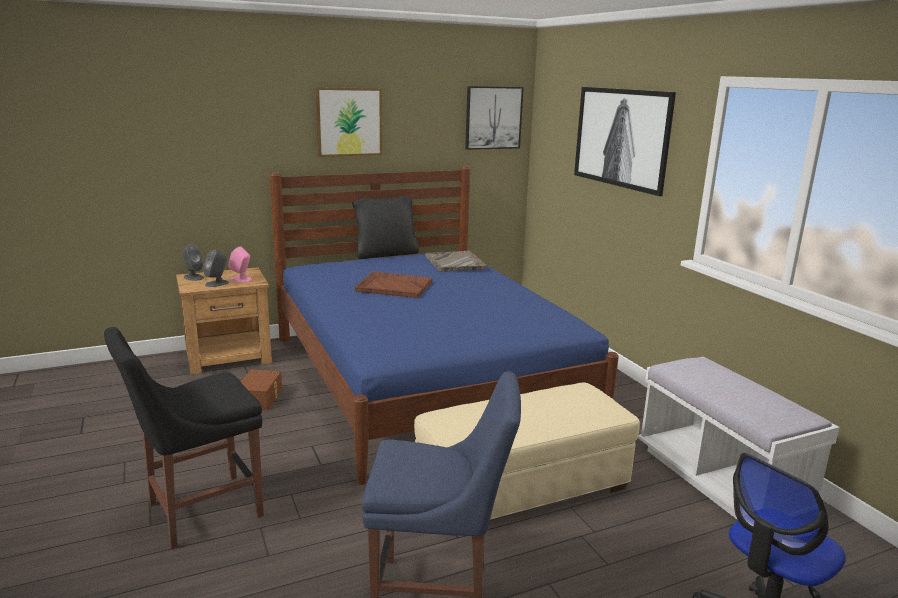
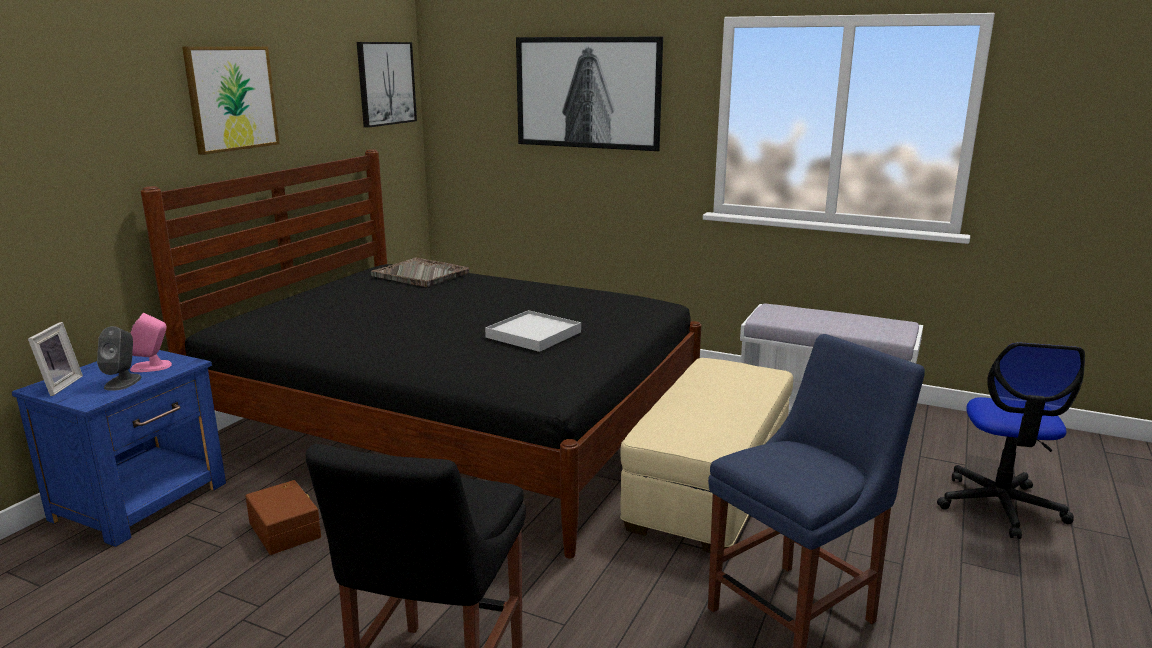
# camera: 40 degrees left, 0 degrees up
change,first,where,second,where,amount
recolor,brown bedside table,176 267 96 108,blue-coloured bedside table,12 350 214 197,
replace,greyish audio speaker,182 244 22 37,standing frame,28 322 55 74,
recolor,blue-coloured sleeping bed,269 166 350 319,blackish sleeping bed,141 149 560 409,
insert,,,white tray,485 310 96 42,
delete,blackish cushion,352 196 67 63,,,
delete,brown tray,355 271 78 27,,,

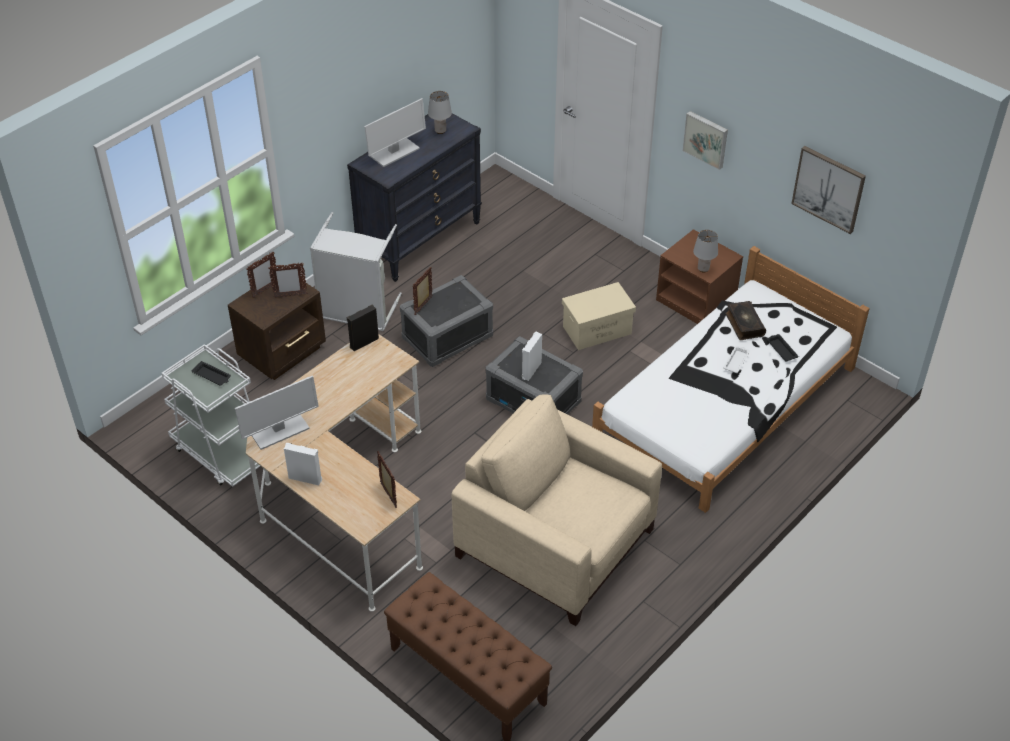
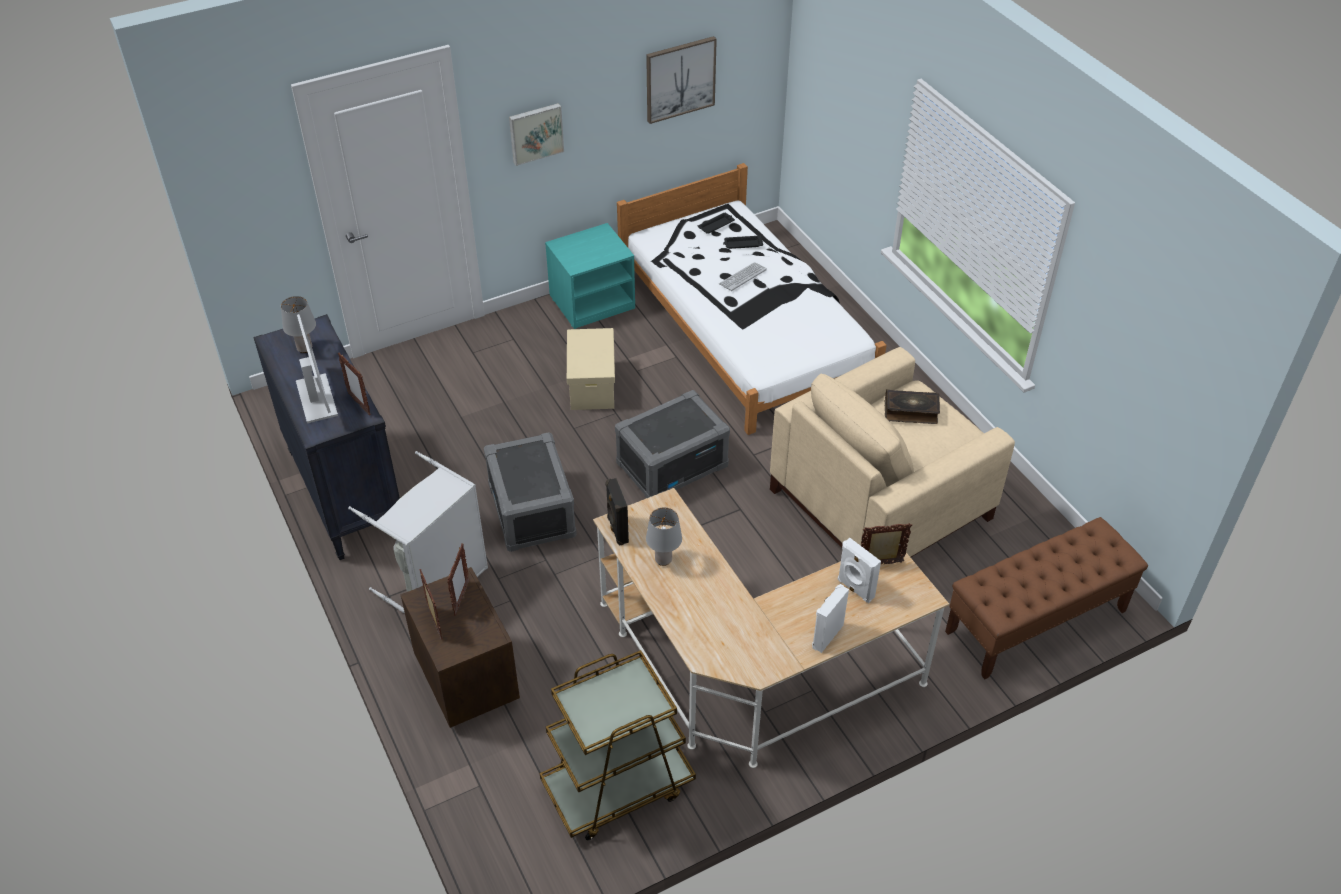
# camera: 70 degrees left, 0 degrees up
change,first,where,second,where,amount
move,standing frame,412 267 21 48,,338 352 33 63,
recolor,white cart,162 344 98 143,brown cart,540 650 156 190,
recolor,brown bedside table,656 229 87 95,turquoise bedside table,545 223 90 106,
move,greyish lamp for a table,693 230 25 42,,646 507 36 59,
move,blackish tray,191 361 40 25,,698 213 37 21,
replace,white tray,723 346 27 27,PC keyboard,719 262 48 29,
move,white audio speaker,522 331 20 50,,838 538 43 65,
move,volume,725 301 41 39,,885 389 55 35,
delete,computer screen,235 375 84 75,,,

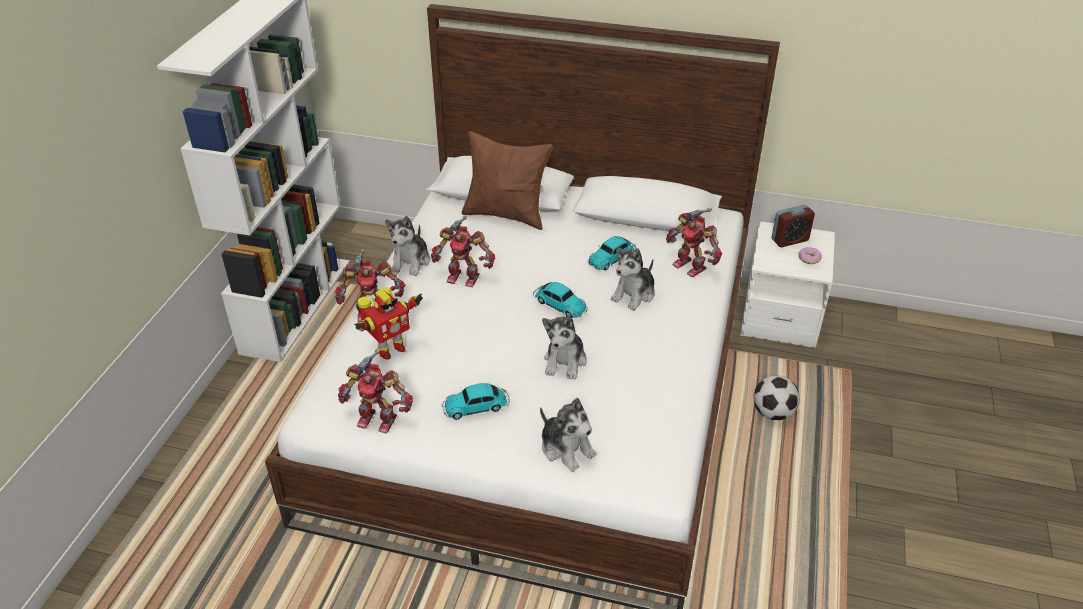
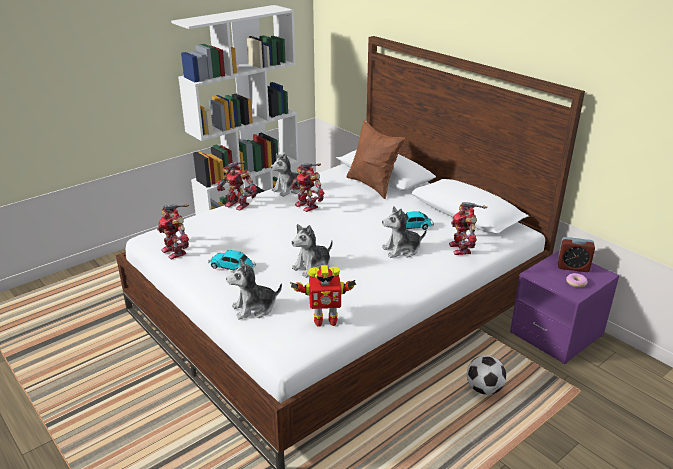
# camera: 35 degrees right, 10 degrees down
change,first,where,second,where,amount
rotate,plush toy,540 398 57 74,,226 260 56 60,75 degrees clockwise
move,robot figure,354 287 69 73,,290 265 66 62,
recolor,white bedside table,740 221 95 127,purplish bedside table,510 250 110 114,
delete,miniature car,533 282 55 36,,,

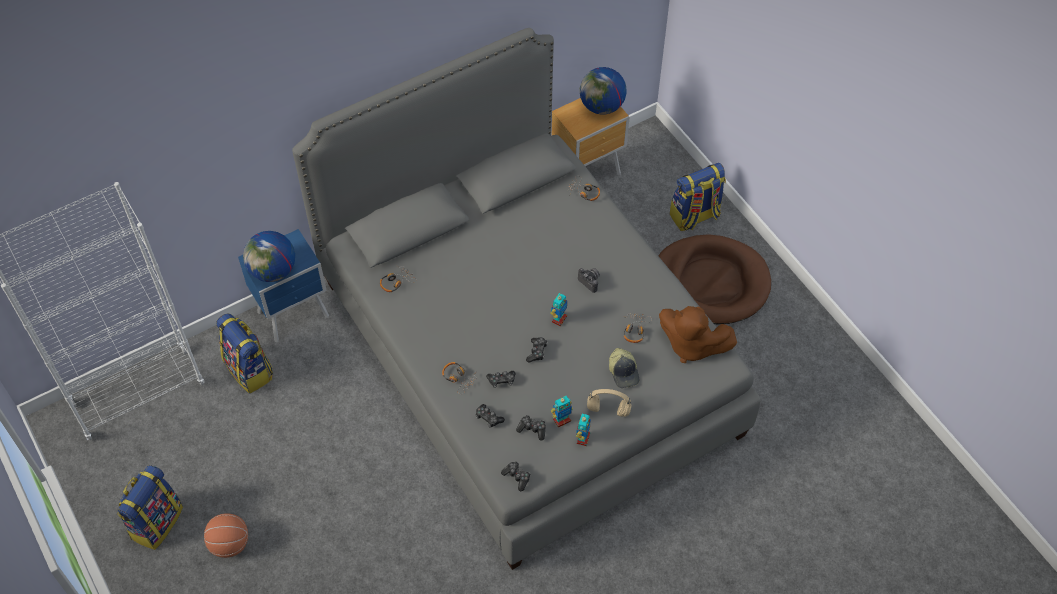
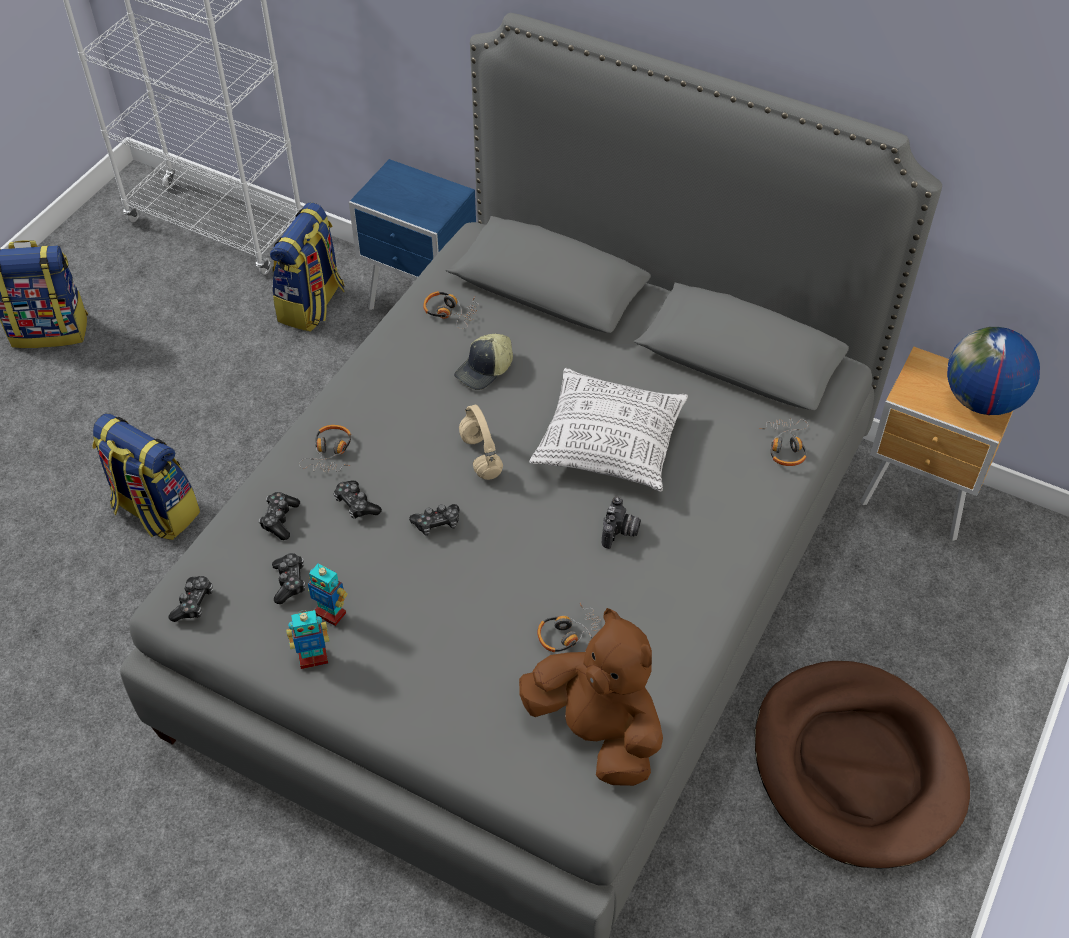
# camera: 60 degrees right, 5 degrees down
change,first,where,second,where,amount
move,rucksack,670 163 56 68,,92 413 108 127,
move,cap,609 348 30 40,,454 334 59 56,
move,beige-coloured headphones,587 389 44 28,,459 404 44 76,
rotate,brown plush toy,659 306 78 57,,519 608 144 178,135 degrees clockwise
insert,,,cushion,529 368 159 124,
delete,basketball ball,204 513 44 45,,,
delete,globe,243 231 52 51,,,
delete,robot figure,550 293 17 33,,,

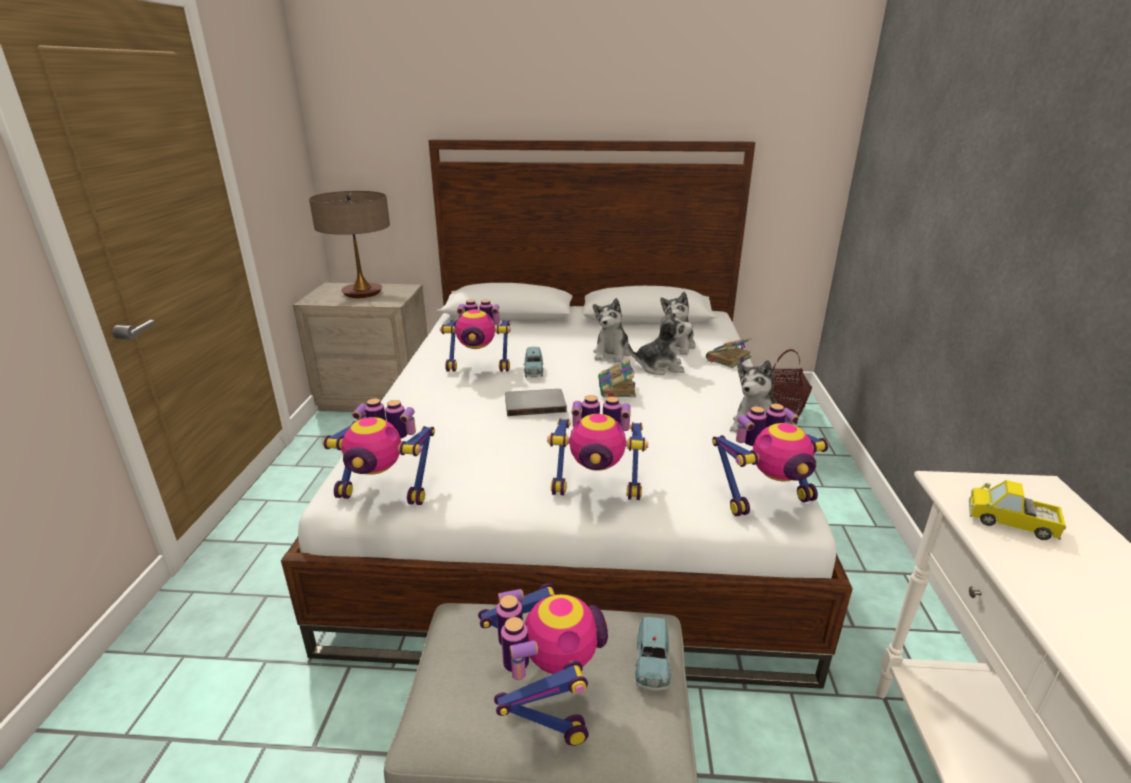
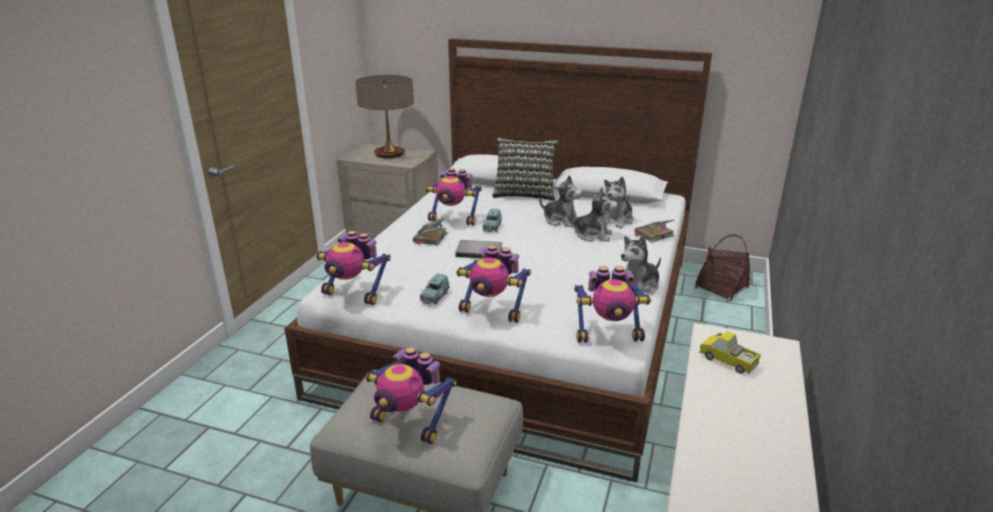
# camera: 15 degrees right, 0 degrees up
change,first,where,second,where,amount
rotate,robot figure,478 583 130 163,,366 347 91 97,120 degrees clockwise
move,volume,598 359 38 39,,413 218 34 28,
move,blue-coloured miniature car,635 617 37 75,,420 273 30 32,
insert,,,cushion,492 138 67 63,
rotate,plush toy,593 298 38 65,,539 175 44 53,90 degrees counterclockwise

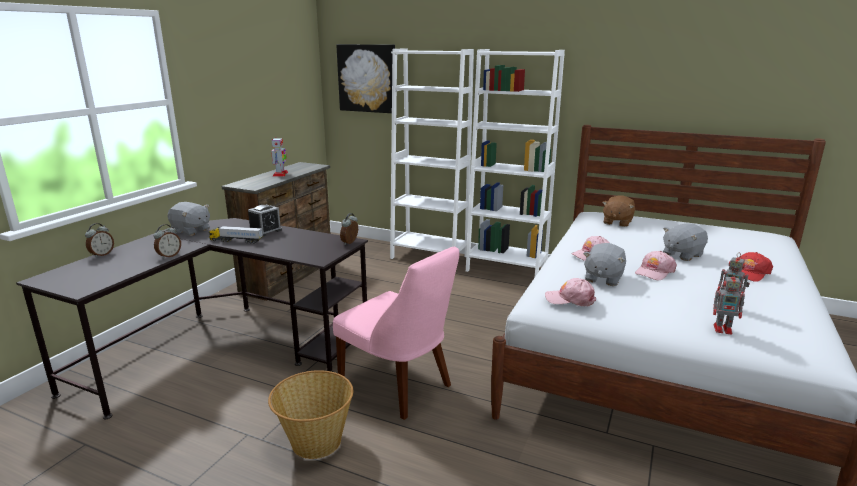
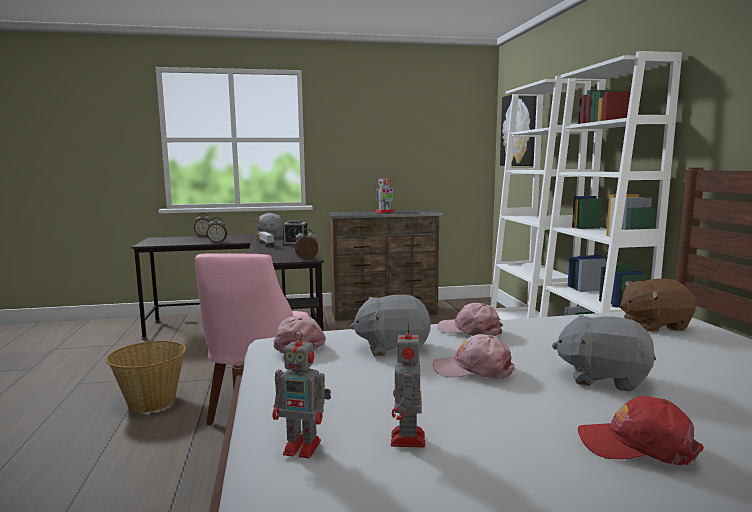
# camera: 55 degrees right, 10 degrees down
change,first,where,second,where,amount
rotate,robot figure,713 272 32 63,,272 330 59 128,60 degrees counterclockwise

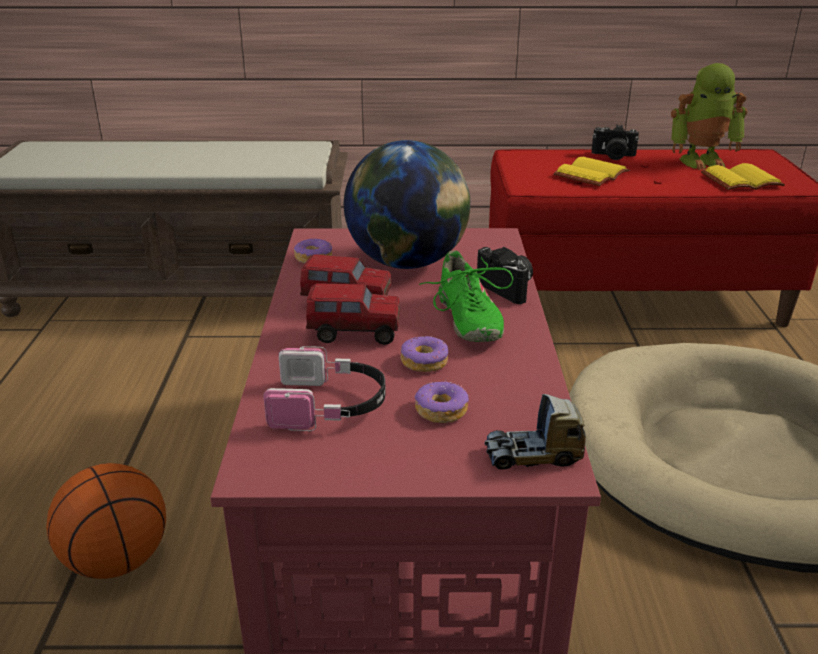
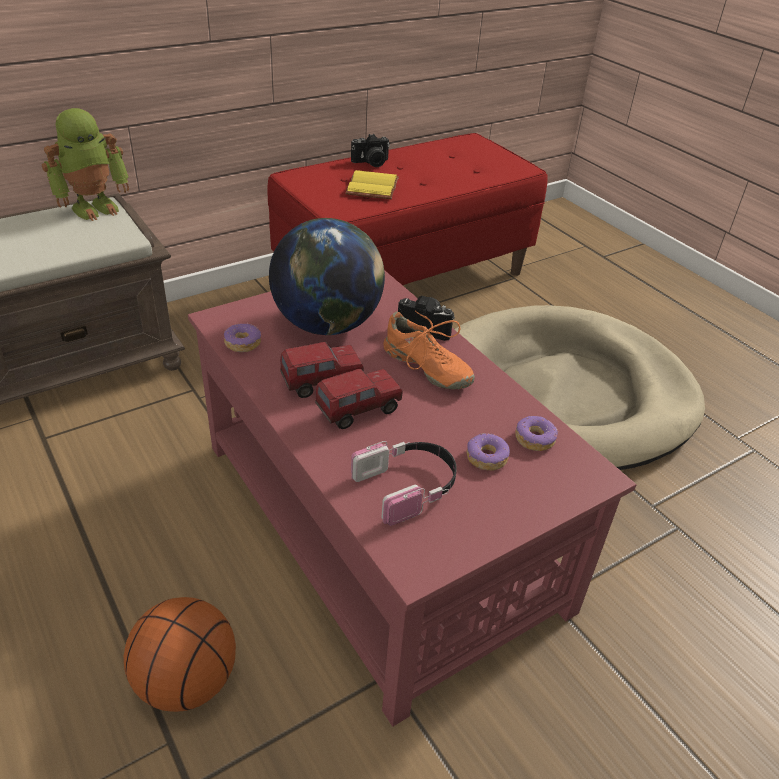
# camera: 35 degrees left, 10 degrees up
change,first,where,second,where,amount
move,robot figure,671 63 76 107,,42 108 87 113,
recolor,green low shoe,419 250 94 92,orange-coloured low shoe,384 311 91 79,
move,ring doughnut,401 336 47 36,,515 416 43 35,
delete,toy truck,484 394 102 76,,,
delete,yellow volume,701 163 84 27,,,

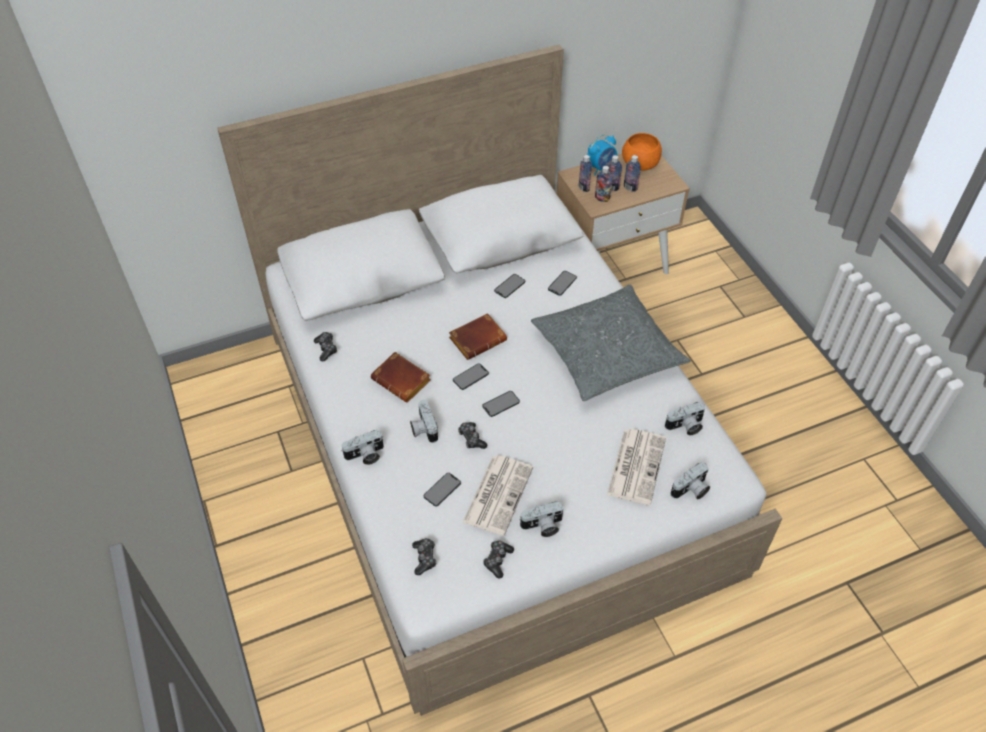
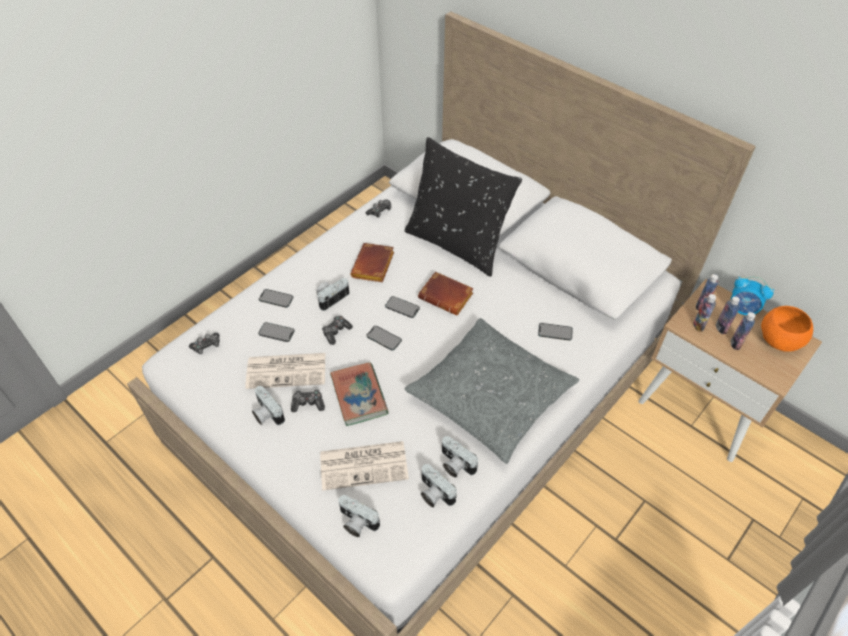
# camera: 65 degrees right, 0 degrees up
change,first,where,second,where,amount
move,telephone,494 274 31 24,,259 289 35 19,
move,joypad,483 540 31 38,,291 389 34 23,
insert,,,volume,330 362 59 64,
insert,,,blackish cushion,405 137 117 140,
move,still camera,341 430 43 35,,442 436 36 42,

